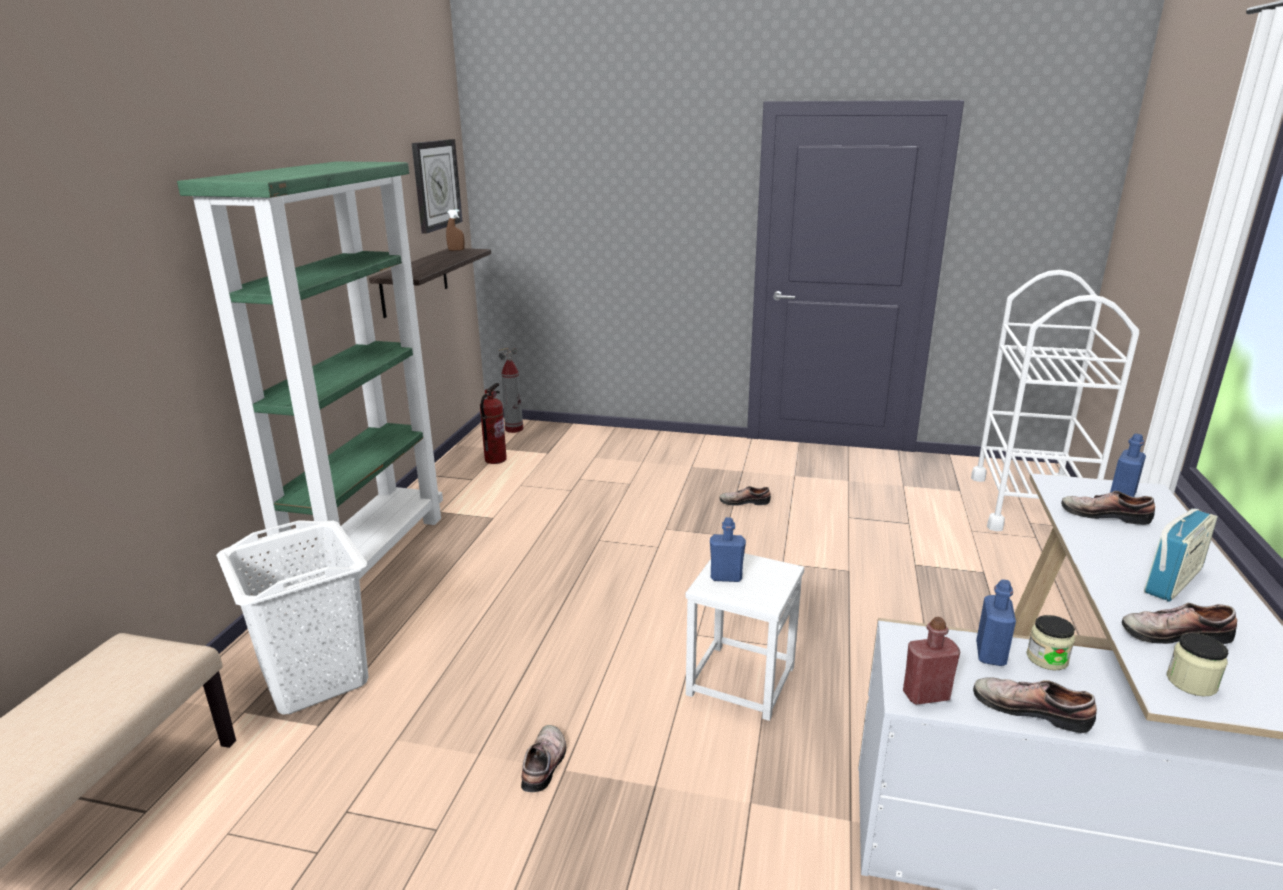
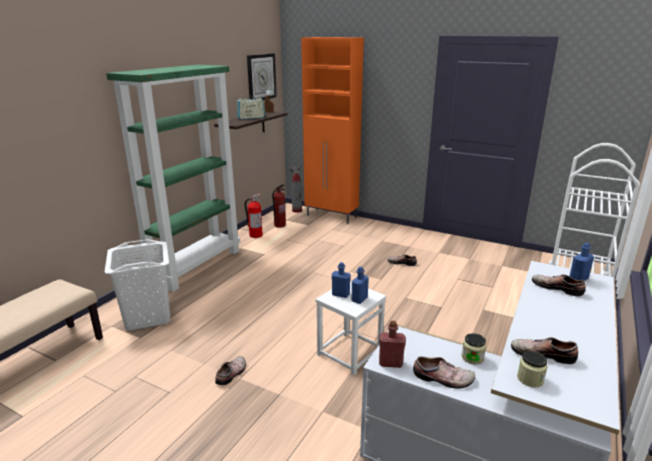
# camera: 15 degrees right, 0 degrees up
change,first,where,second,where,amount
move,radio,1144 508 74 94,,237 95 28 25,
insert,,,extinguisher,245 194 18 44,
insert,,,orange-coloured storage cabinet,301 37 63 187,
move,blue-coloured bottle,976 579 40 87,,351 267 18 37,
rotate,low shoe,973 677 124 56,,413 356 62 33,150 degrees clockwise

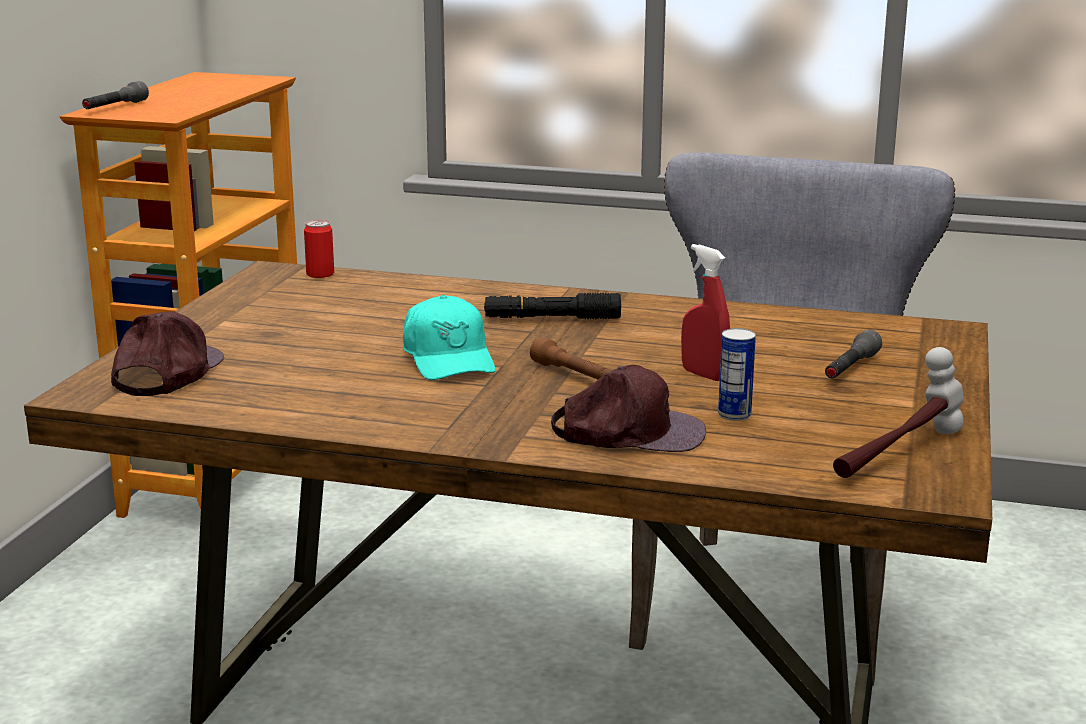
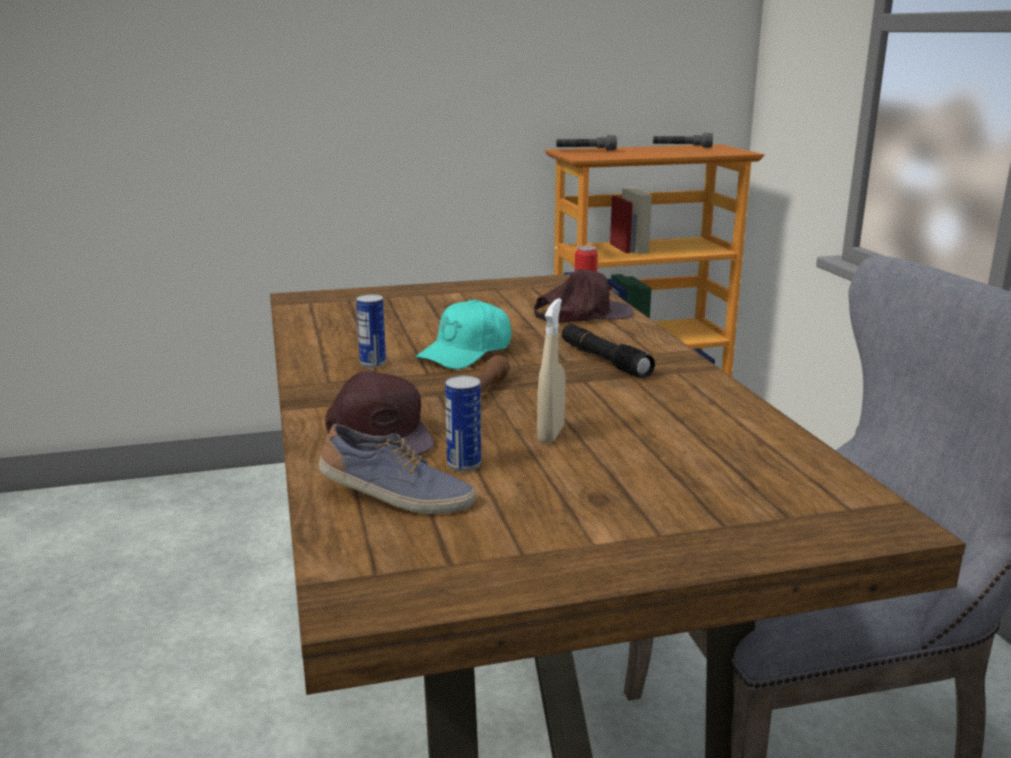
# camera: 60 degrees right, 0 degrees up
change,first,where,second,where,amount
insert,,,low shoe,319 424 157 90,
insert,,,can,356 294 30 74,
move,brown cap,111 312 113 84,,534 269 100 53,
recolor,red-coloured hand sprayer,681 244 49 137,beige-coloured hand sprayer,537 298 29 145,
move,greyish flashlight,825 330 57 48,,653 133 60 15,
delete,hand hammer,833 347 131 131,,,

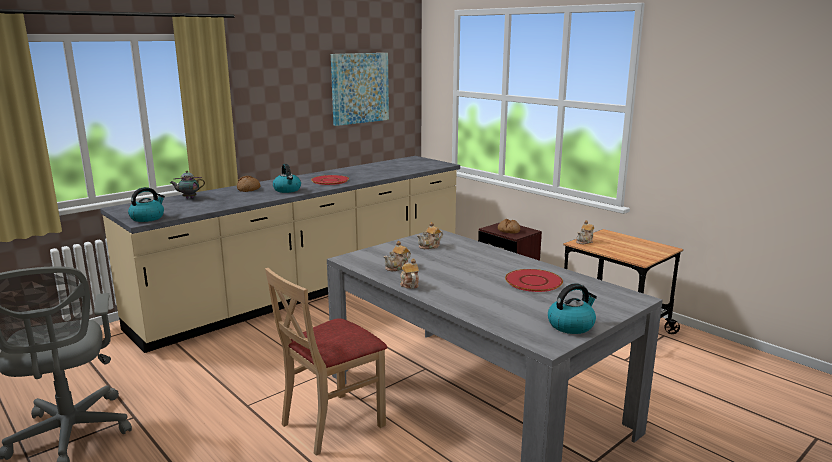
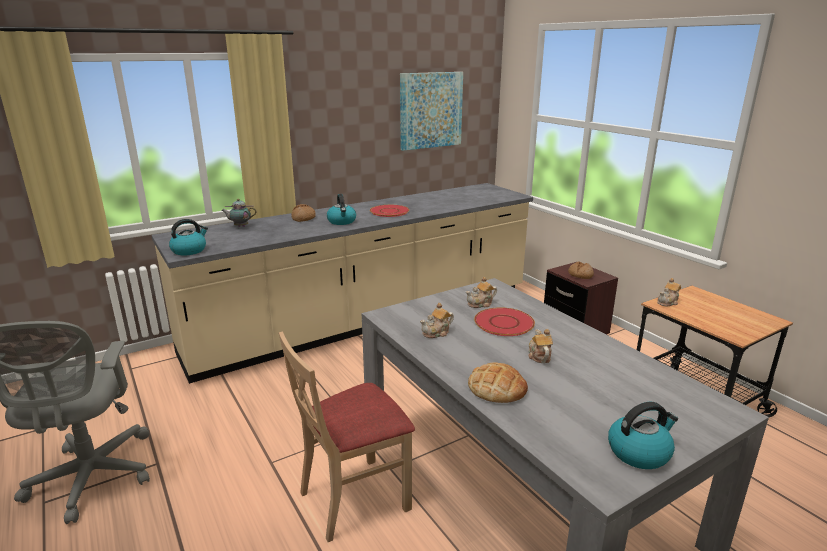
# camera: 10 degrees right, 5 degrees up
change,first,where,second,where,amount
insert,,,bakery bread,468 362 60 41,
move,red-coloured plate,505 269 58 23,,474 307 61 29,
move,tea pot,400 258 19 31,,528 329 25 34,

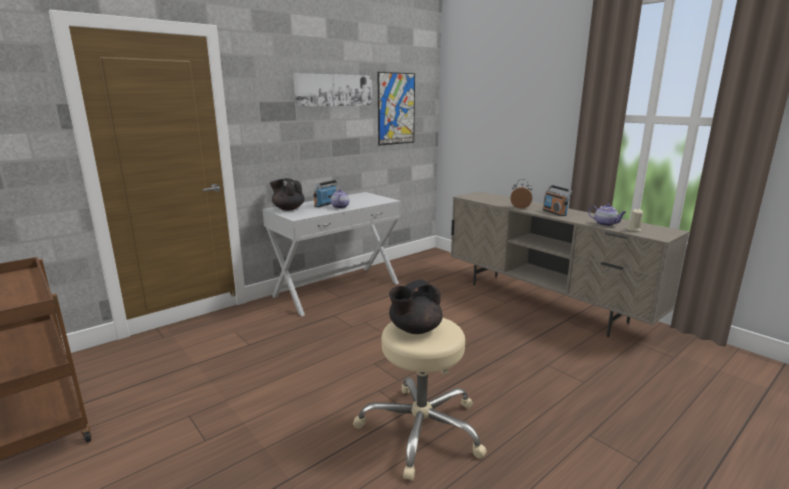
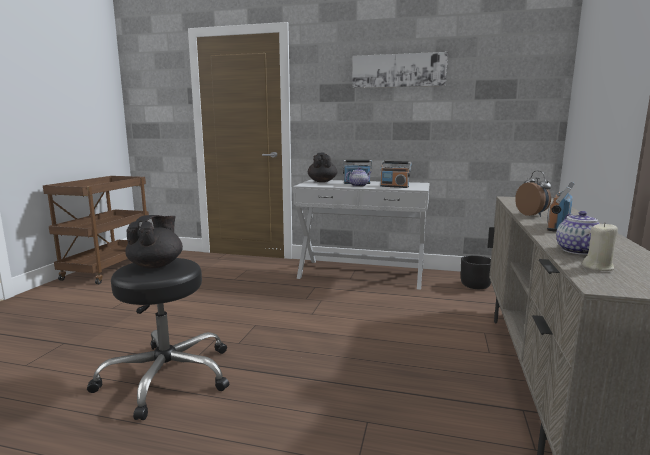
# camera: 55 degrees right, 5 degrees down
change,first,where,second,where,amount
recolor,beige-coloured stool seat,353 318 134 163,blackish stool seat,87 258 142 162,
rotate,blackish tea pot,389 279 54 55,,125 215 58 54,90 degrees clockwise
insert,,,radio,380 161 31 27,
insert,,,blackish flower pot,461 255 30 34,
delete,picture,378 72 37 74,,,

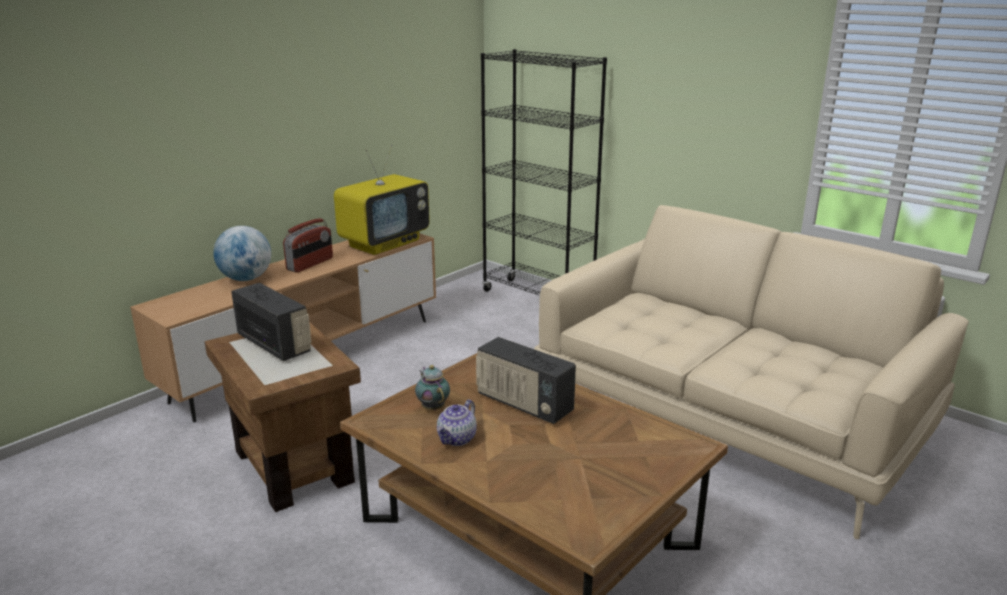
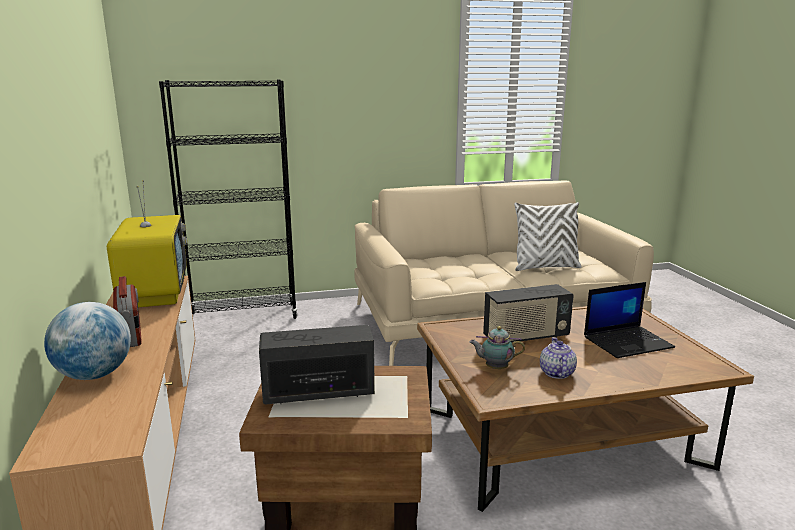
# camera: 55 degrees left, 5 degrees down
change,first,where,second,where,amount
insert,,,white cushion,514 202 68 69,
rotate,tea pot,437 400 40 46,,540 337 37 42,150 degrees counterclockwise
insert,,,portable computer,584 282 91 76,

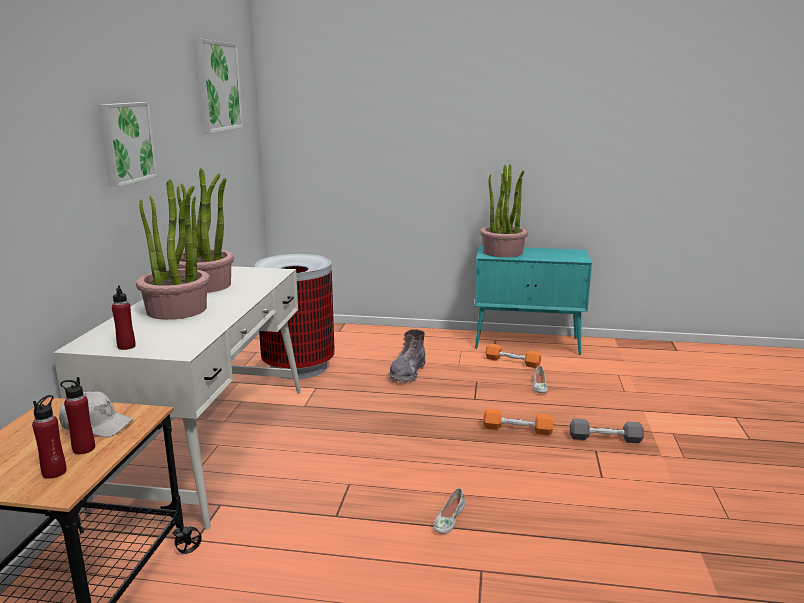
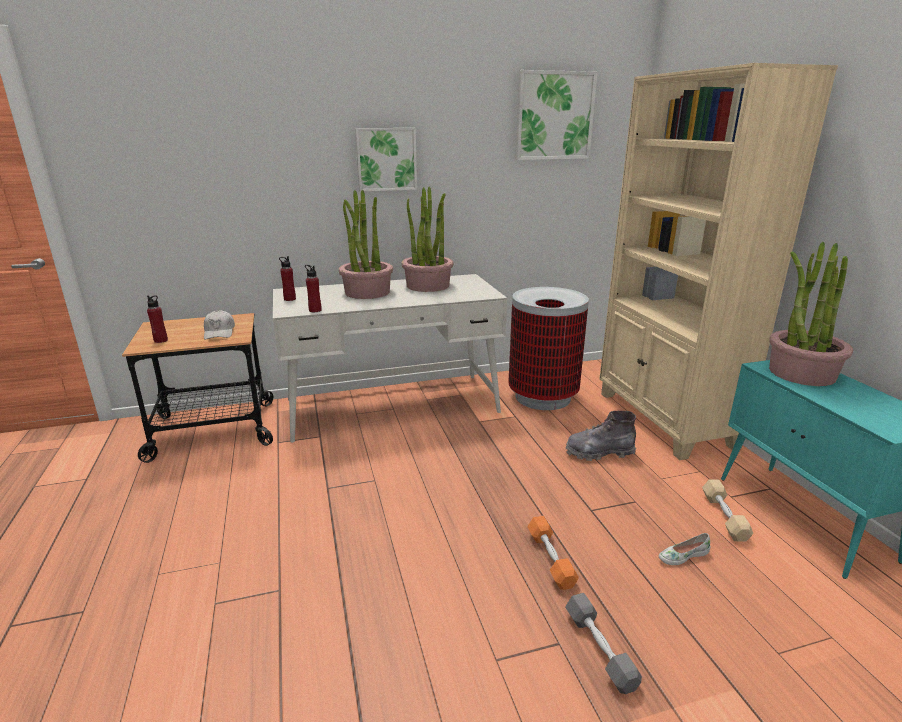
# camera: 65 degrees right, 5 degrees up
change,first,where,second,where,amount
move,red-coloured bottle,60 377 35 77,,305 265 17 47,
insert,,,beige-coloured bookcase,599 63 239 397,
recolor,orange-coloured hand weight,485 343 56 25,beige-coloured hand weight,702 479 51 63,
delete,white low shoe,433 488 32 46,,,

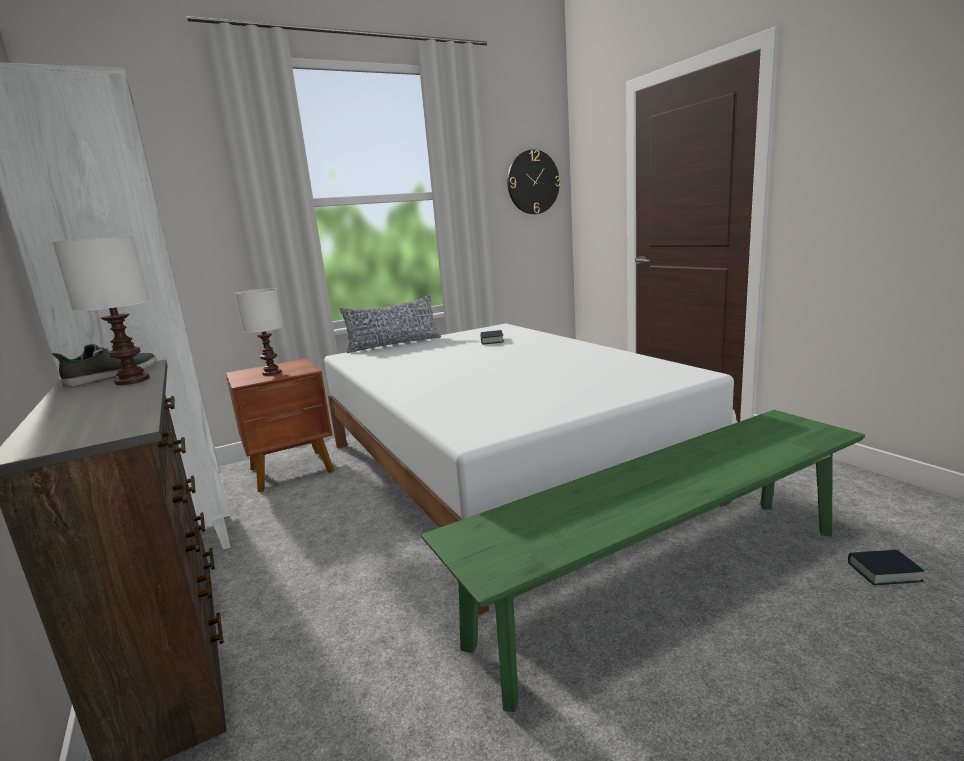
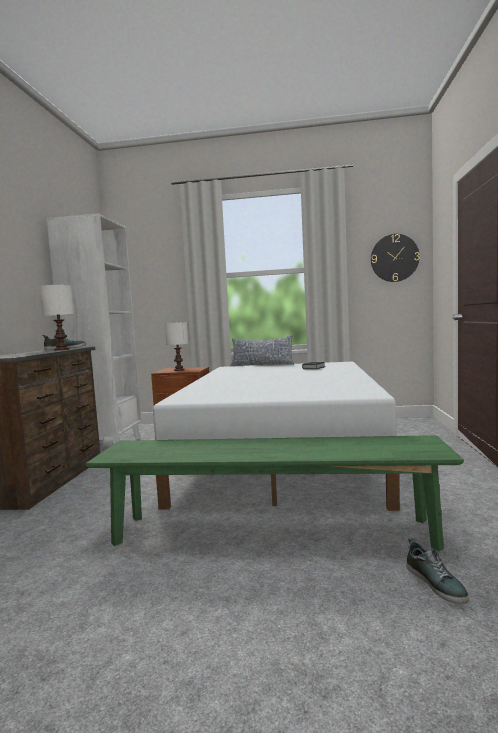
# camera: 35 degrees right, 10 degrees down
change,first,where,second,where,amount
replace,volume,848 550 76 35,low shoe,407 538 62 66,

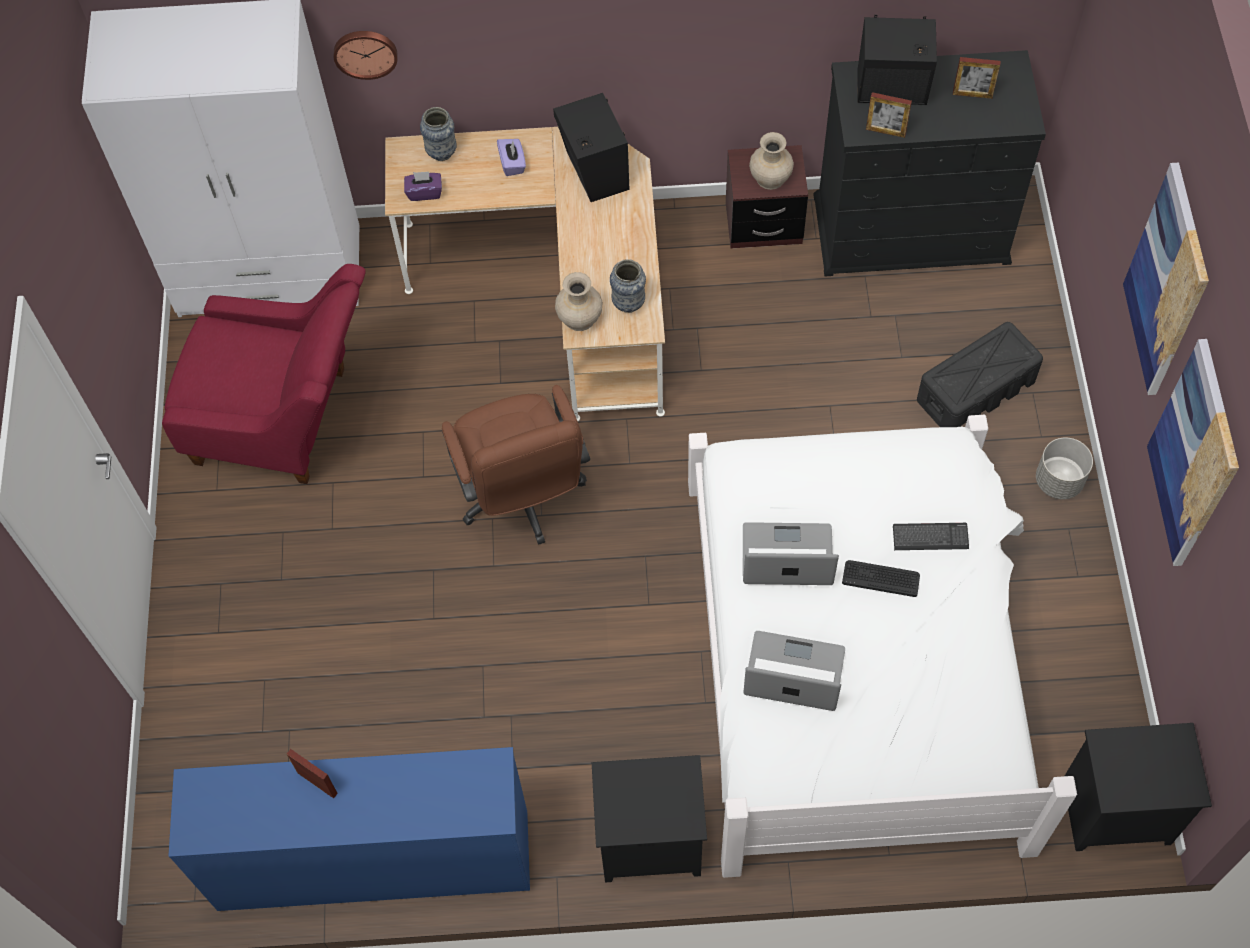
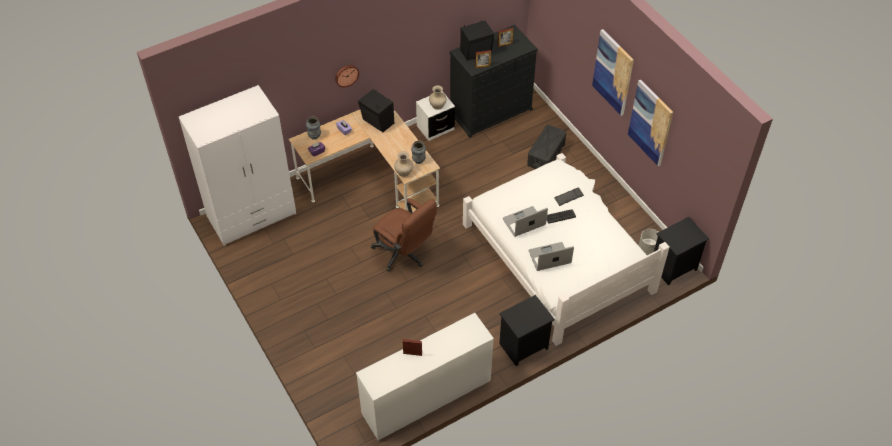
# camera: 30 degrees left, 10 degrees down
change,first,where,second,where,amount
move,hanging clock,334 31 63 49,,335 65 24 22,
recolor,blue-coloured drawer chest,168 747 362 164,white drawer chest,356 313 138 127,
recolor,brown bedside table,726 145 82 103,white bedside table,416 91 39 50,
move,greyish flower pot,1036 438 57 61,,639 229 19 26,
delete,red-coloured easy chair,162 264 204 220,,,

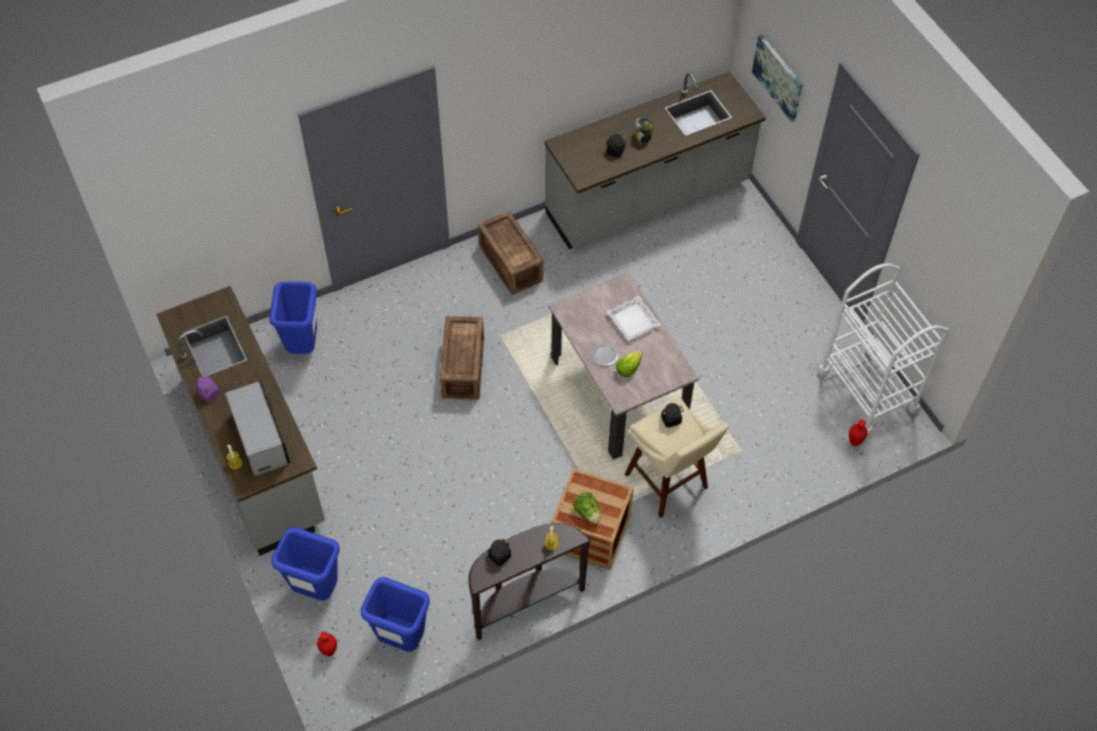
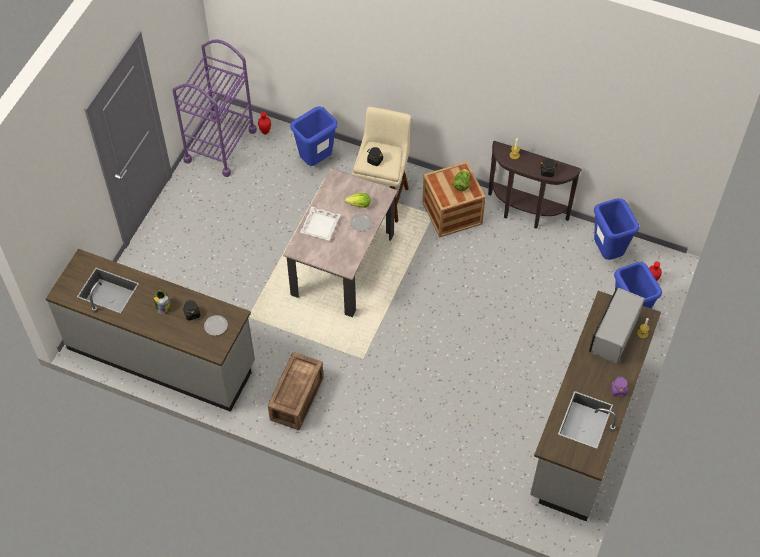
# camera: 130 degrees left, 0 degrees up
change,first,where,second,where,amount
recolor,white cart,818 263 131 173,purplish cart,172 39 85 138,
insert,,,plate,204 315 24 21,
move,blue-coloured rubbish bin,269 282 48 72,,290 106 48 60,
delete,shipping crate,440 316 44 84,,,
delete,picture,752 35 51 87,,,

